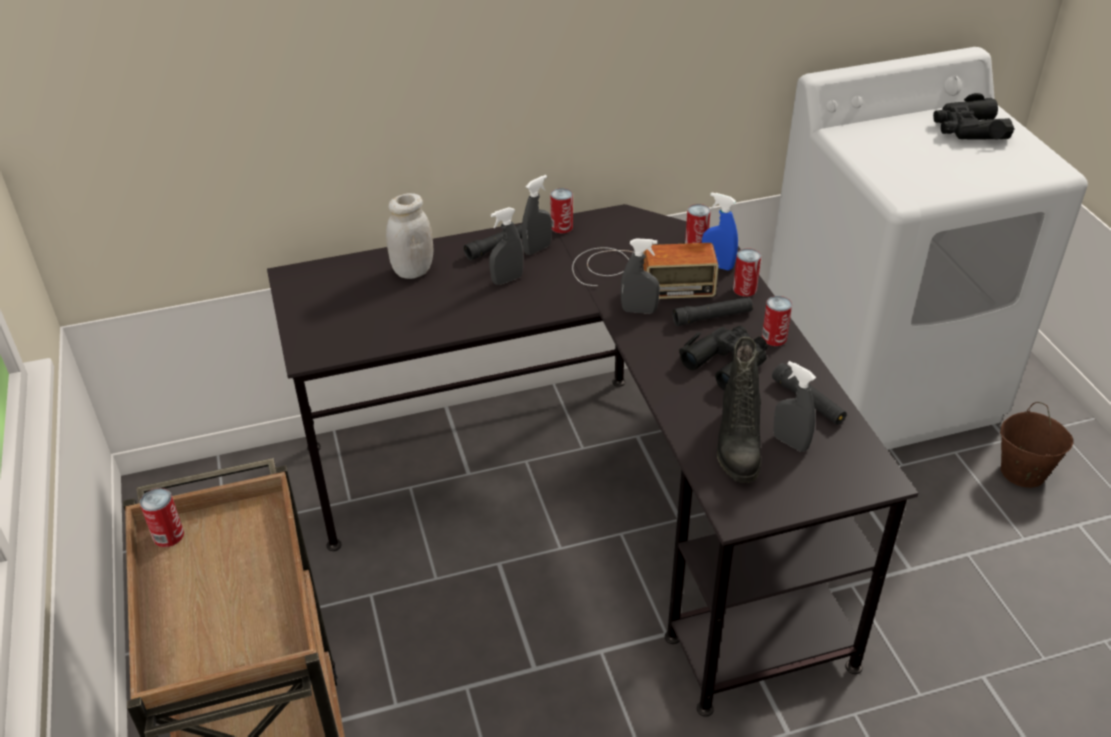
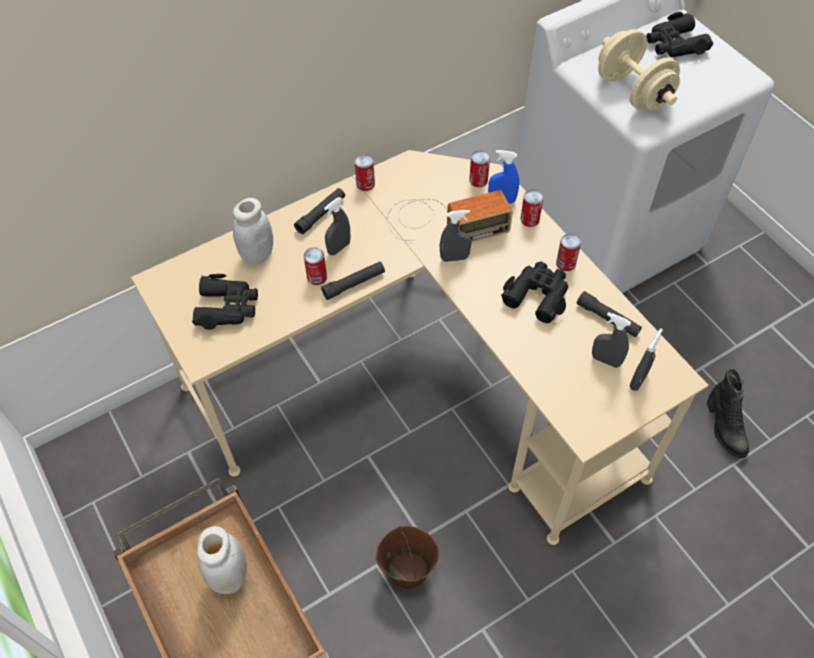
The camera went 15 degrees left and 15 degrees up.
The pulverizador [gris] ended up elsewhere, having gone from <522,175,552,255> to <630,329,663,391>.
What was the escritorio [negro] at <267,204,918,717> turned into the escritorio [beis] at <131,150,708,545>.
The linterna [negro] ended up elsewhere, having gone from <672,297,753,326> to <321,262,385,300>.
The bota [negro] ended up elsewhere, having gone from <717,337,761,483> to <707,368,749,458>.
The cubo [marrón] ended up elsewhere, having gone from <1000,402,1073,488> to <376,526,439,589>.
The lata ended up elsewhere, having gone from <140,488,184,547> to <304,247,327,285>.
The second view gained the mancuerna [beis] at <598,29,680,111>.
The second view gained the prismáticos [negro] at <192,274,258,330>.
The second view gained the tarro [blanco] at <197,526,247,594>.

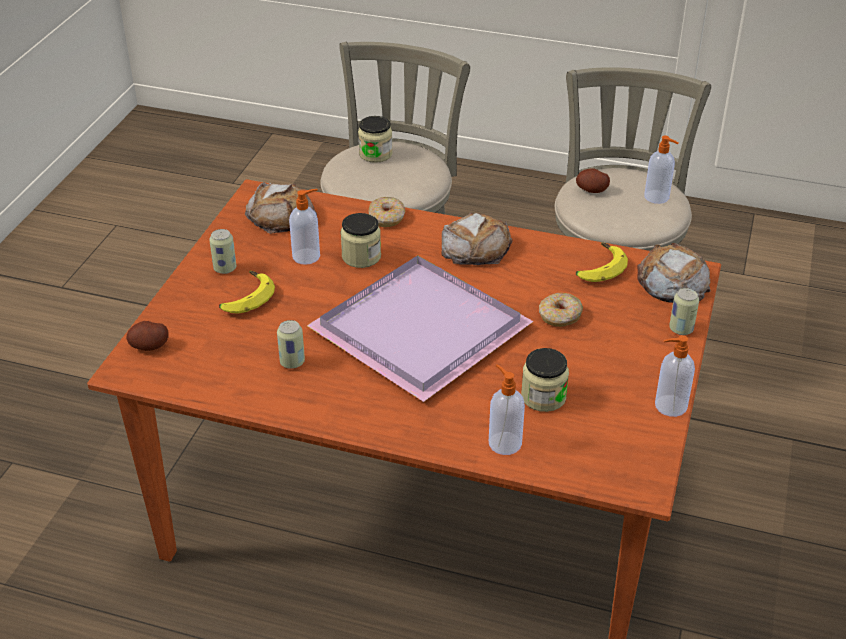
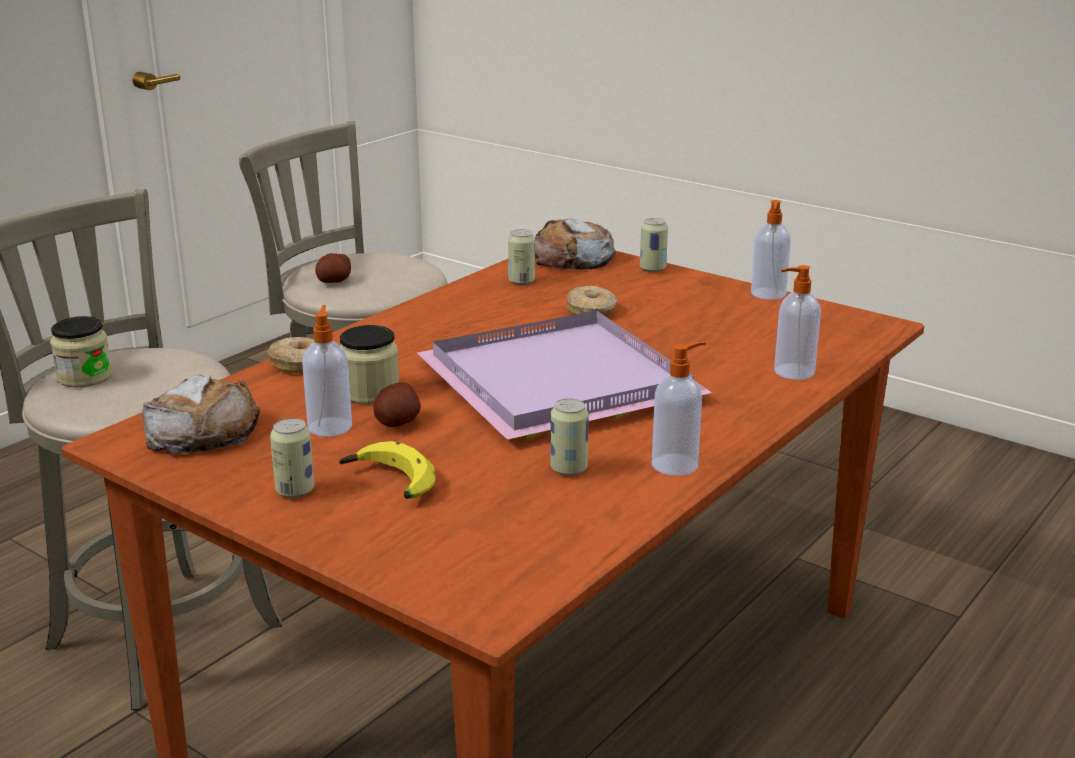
The camera went 70 degrees left and 15 degrees down.
The dispensador de jabón ended up elsewhere, having gone from <644,135,679,204> to <652,342,706,476>.
The second view lost the pan at <441,213,513,265>.
Where the plátano stood at <576,242,628,282>, the lata came to stand at <508,229,535,285>.
The patata ended up elsewhere, having gone from <126,321,169,351> to <373,382,421,427>.
The second view lost the tarro at <521,348,569,412>.

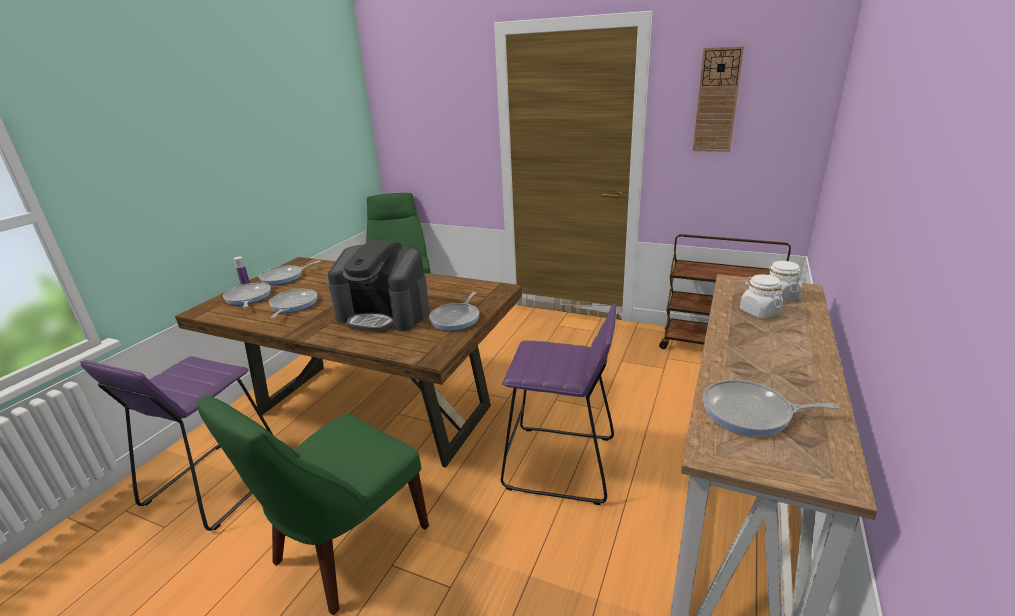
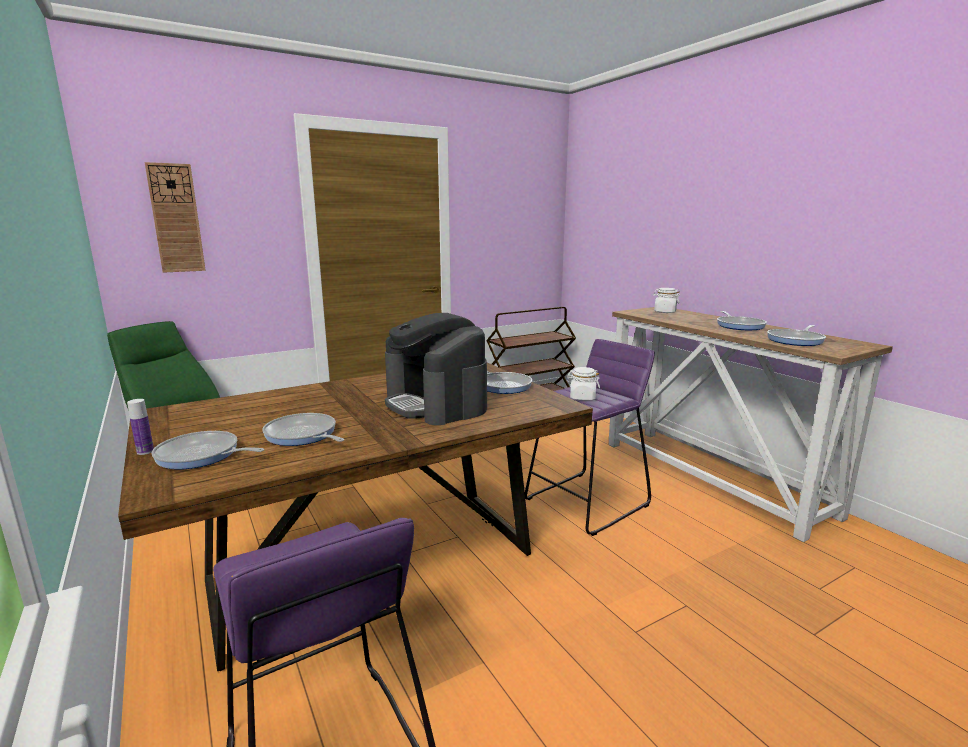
The camera went 55 degrees left and 10 degrees down.
The reloj de pared ended up elsewhere, having gone from <693,46,744,152> to <145,162,206,273>.
The cafetera at <328,240,430,333> ended up facing another way, 90 degrees clockwise from before.
The sartén ended up elsewhere, having gone from <258,261,321,285> to <717,311,767,330>.
The tarro [blanco] ended up elsewhere, having gone from <740,274,783,319> to <567,367,600,400>.
The second view lost the silla [verde] at <197,395,429,615>.

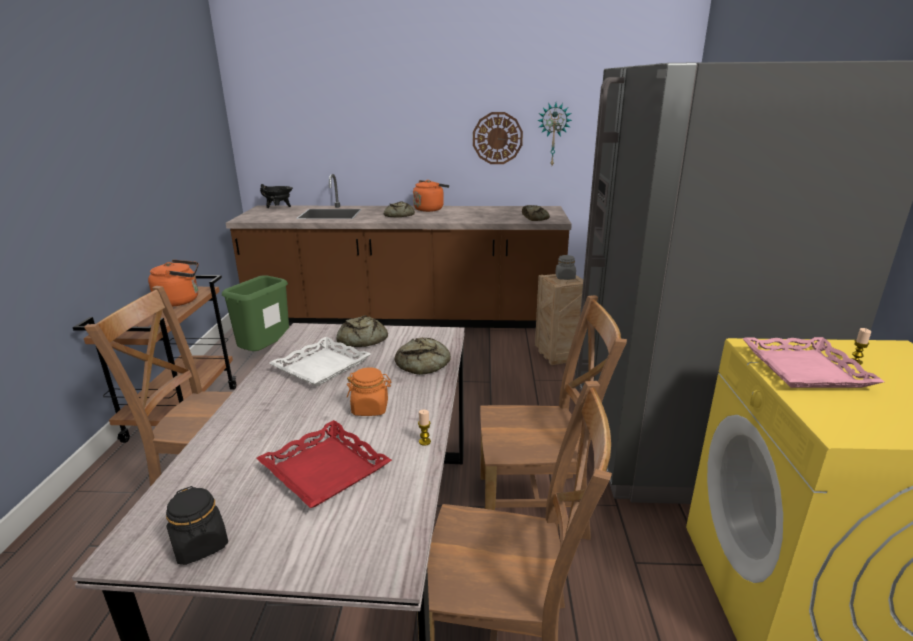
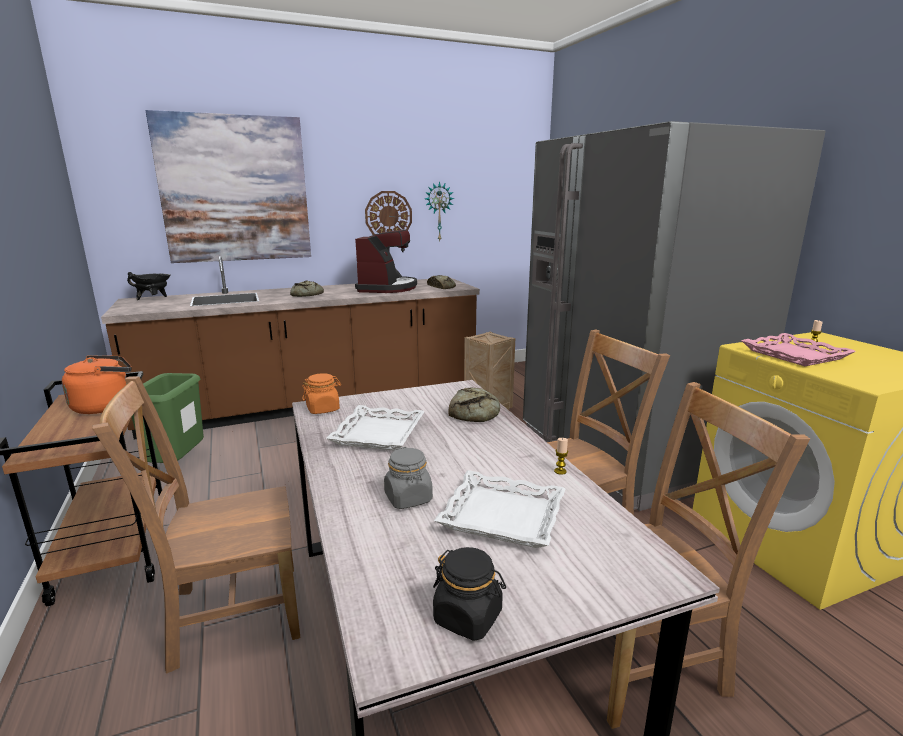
The camera went 25 degrees left and 5 degrees down.
The second view lost the hervidor [naranja] at <413,180,449,212>.
The tarro [gris] ended up elsewhere, having gone from <555,255,576,280> to <384,447,433,509>.
The second view lost the pan at <336,315,388,347>.
The tarro [naranja] ended up elsewhere, having gone from <347,368,391,416> to <302,373,341,414>.
What was the bandeja [rojo] at <256,420,392,508> turned into the bandeja [blanco] at <434,470,566,548>.
The second view gained the cuadro at <145,110,311,263>.
The second view gained the cafetera at <355,230,417,293>.

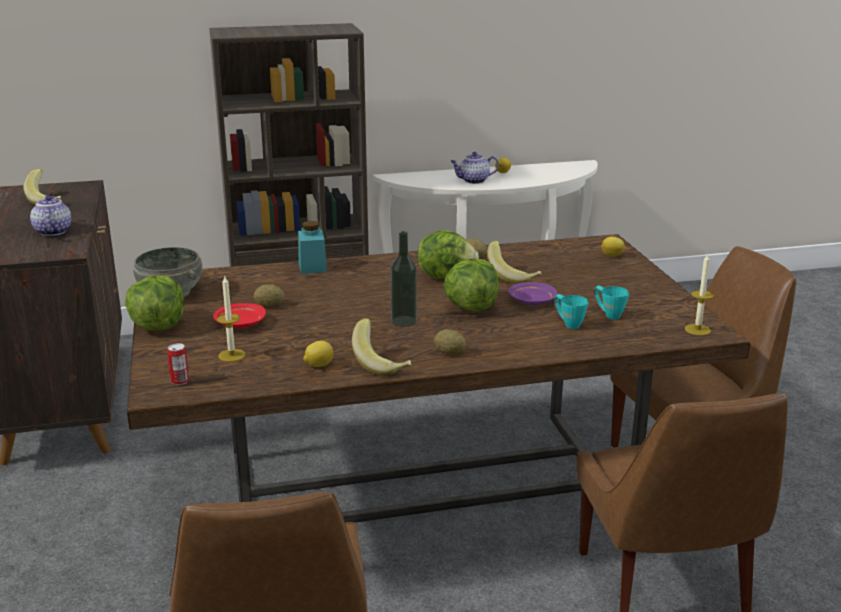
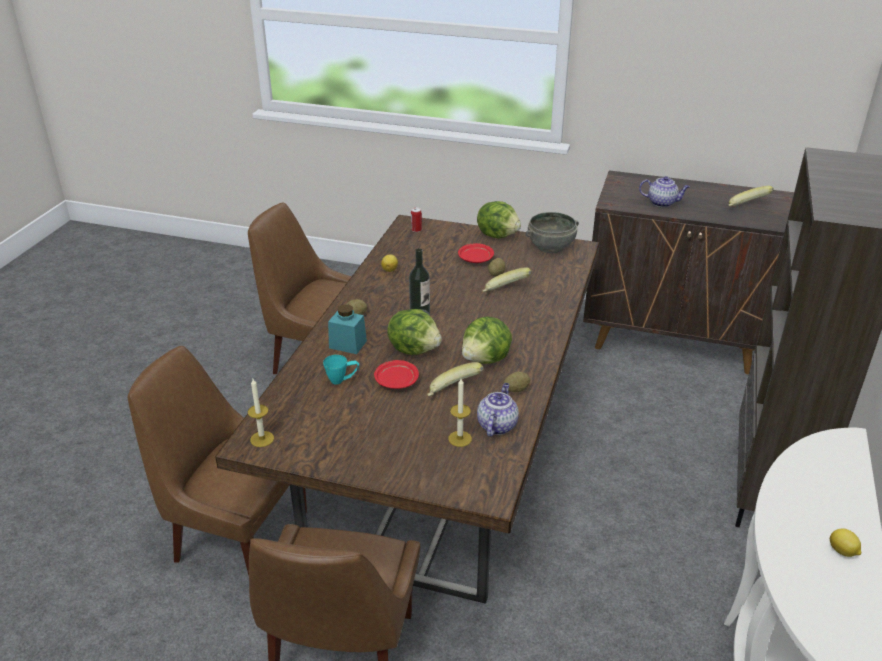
The camera went 120 degrees right and 10 degrees up.
The tetera ended up elsewhere, having gone from <450,152,499,184> to <477,383,519,437>.
The tarro [turquesa] ended up elsewhere, having gone from <298,221,327,274> to <328,305,367,354>.
The second view lost the limón at <601,237,626,257>.
The vela ended up elsewhere, having gone from <217,276,245,362> to <448,379,472,447>.
What was the plato [morado] at <508,282,558,305> turned into the plato [rojo] at <374,360,419,389>.
The second view lost the taza grande [turquesa] at <594,285,629,319>.
The plátano ended up elsewhere, having gone from <352,318,412,376> to <482,267,532,292>.

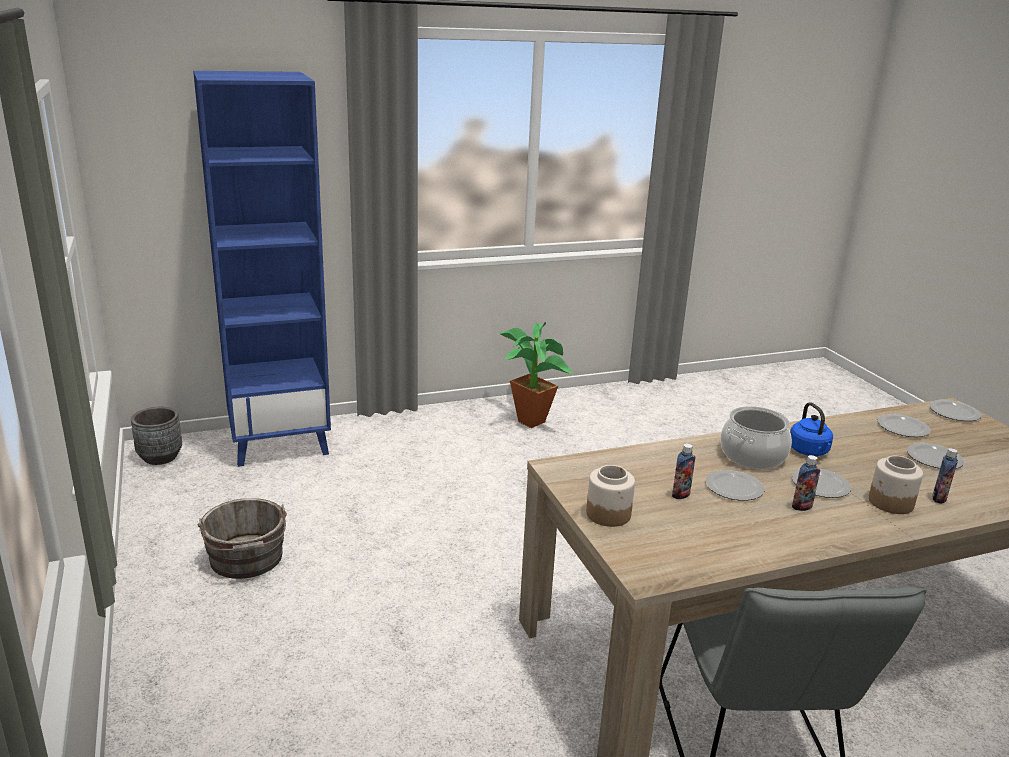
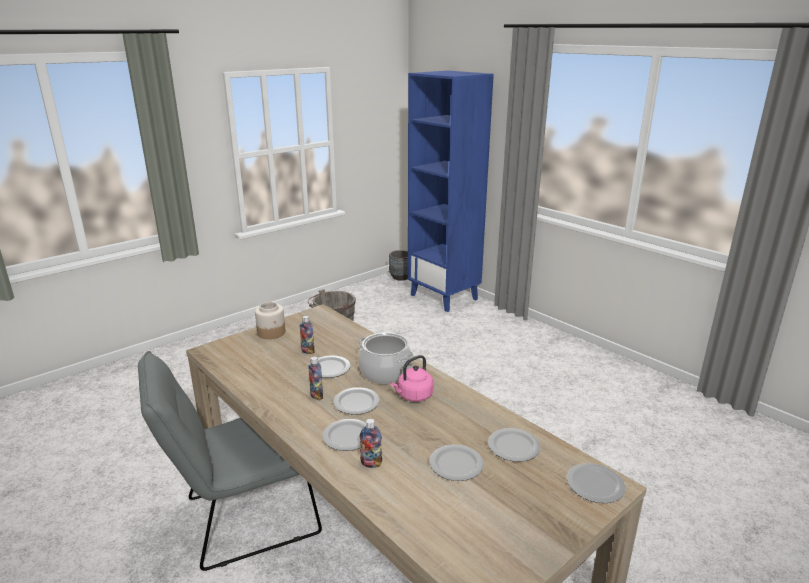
The camera went 70 degrees right and 0 degrees up.
The second view lost the planta en maceta at <499,322,573,428>.
What was the hervidor [azul] at <790,402,833,456> turned into the hervidor [rosa] at <391,355,434,402>.
Where the tarro stood at <869,456,923,514>, the plato came to stand at <322,419,366,451>.

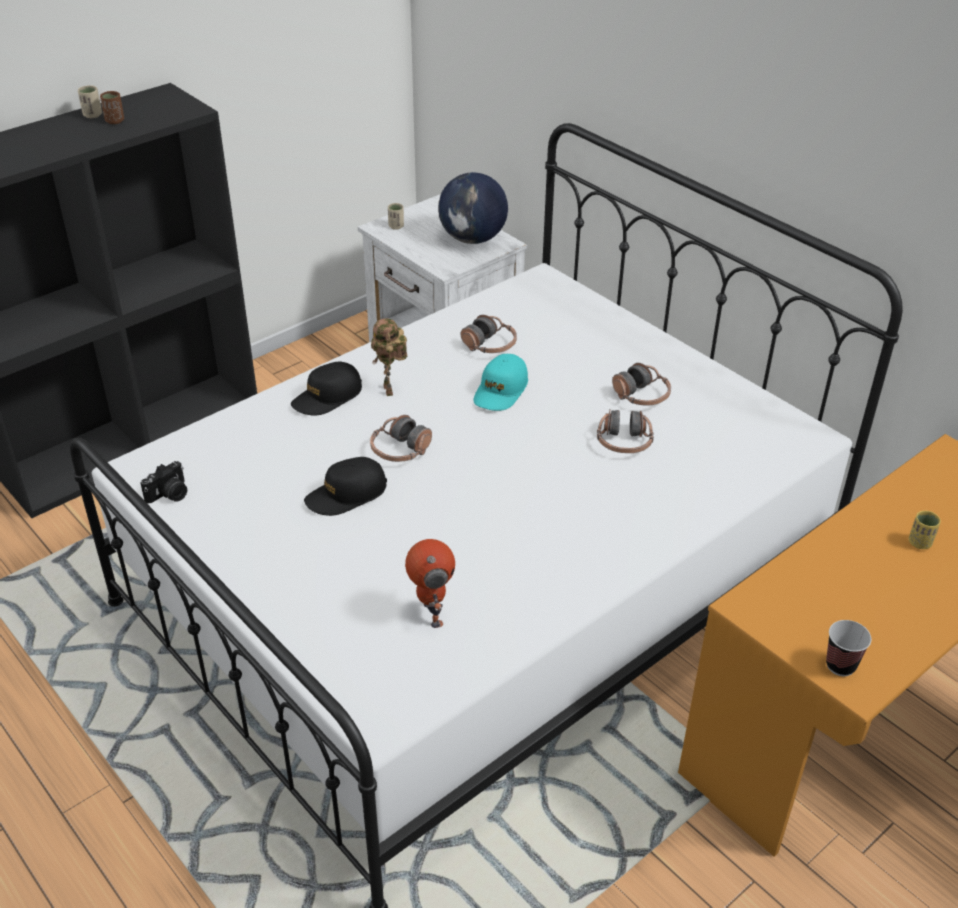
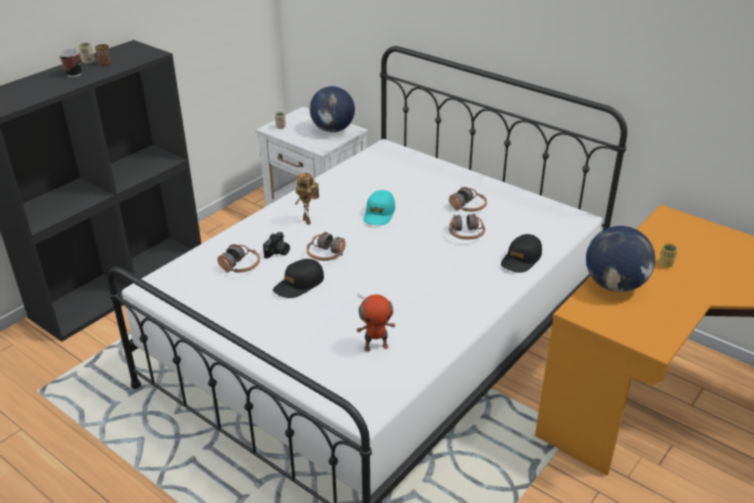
The camera went 10 degrees left and 5 degrees down.
The auriculares ended up elsewhere, having gone from <461,315,517,353> to <217,244,260,273>.
The gorra [negro] ended up elsewhere, having gone from <291,362,362,415> to <501,234,542,273>.
The cámara ended up elsewhere, having gone from <140,461,187,504> to <263,232,290,259>.
The robot de juguete at <405,539,455,628> ended up facing another way, 105 degrees clockwise from before.
The taza ended up elsewhere, having gone from <826,620,871,676> to <59,49,82,77>.
The second view gained the globo terráqueo at <586,226,655,292>.

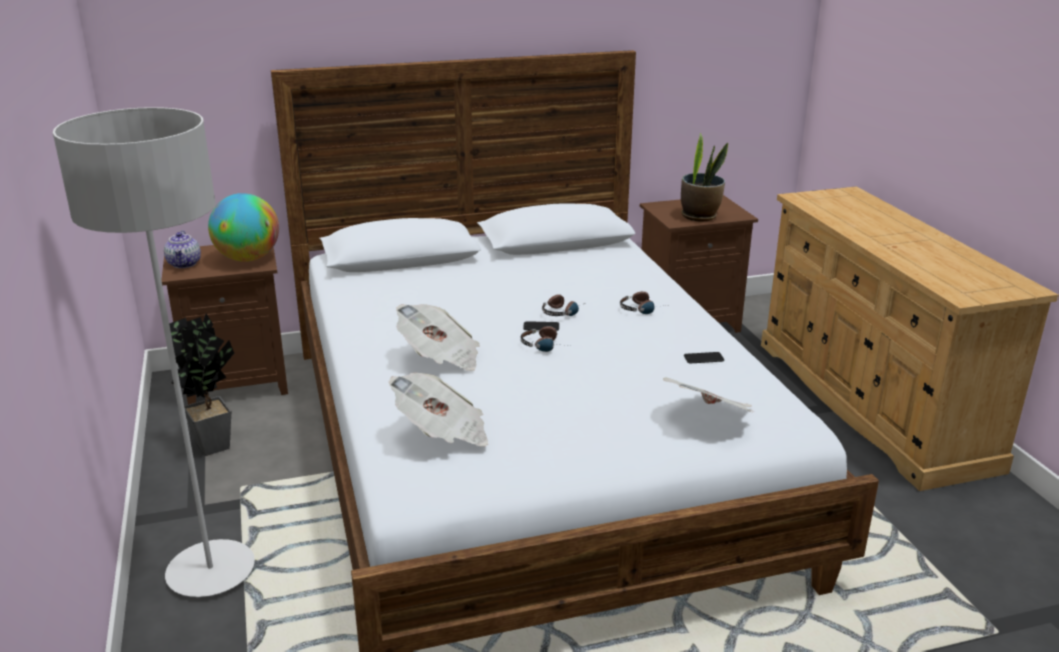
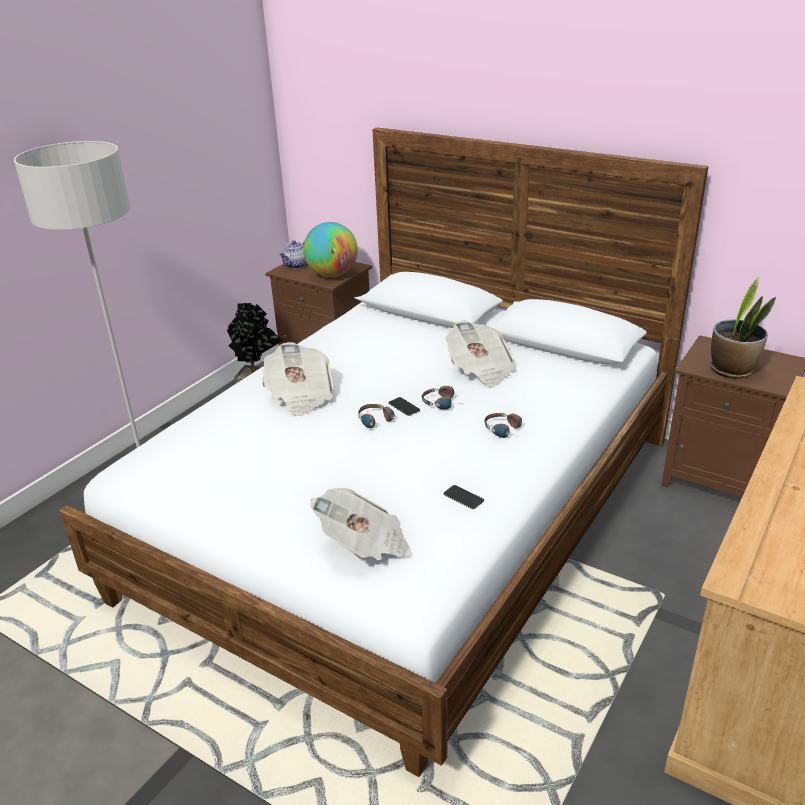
The camera went 50 degrees right and 5 degrees up.
The periódico ended up elsewhere, having gone from <389,373,488,446> to <445,321,516,387>.

